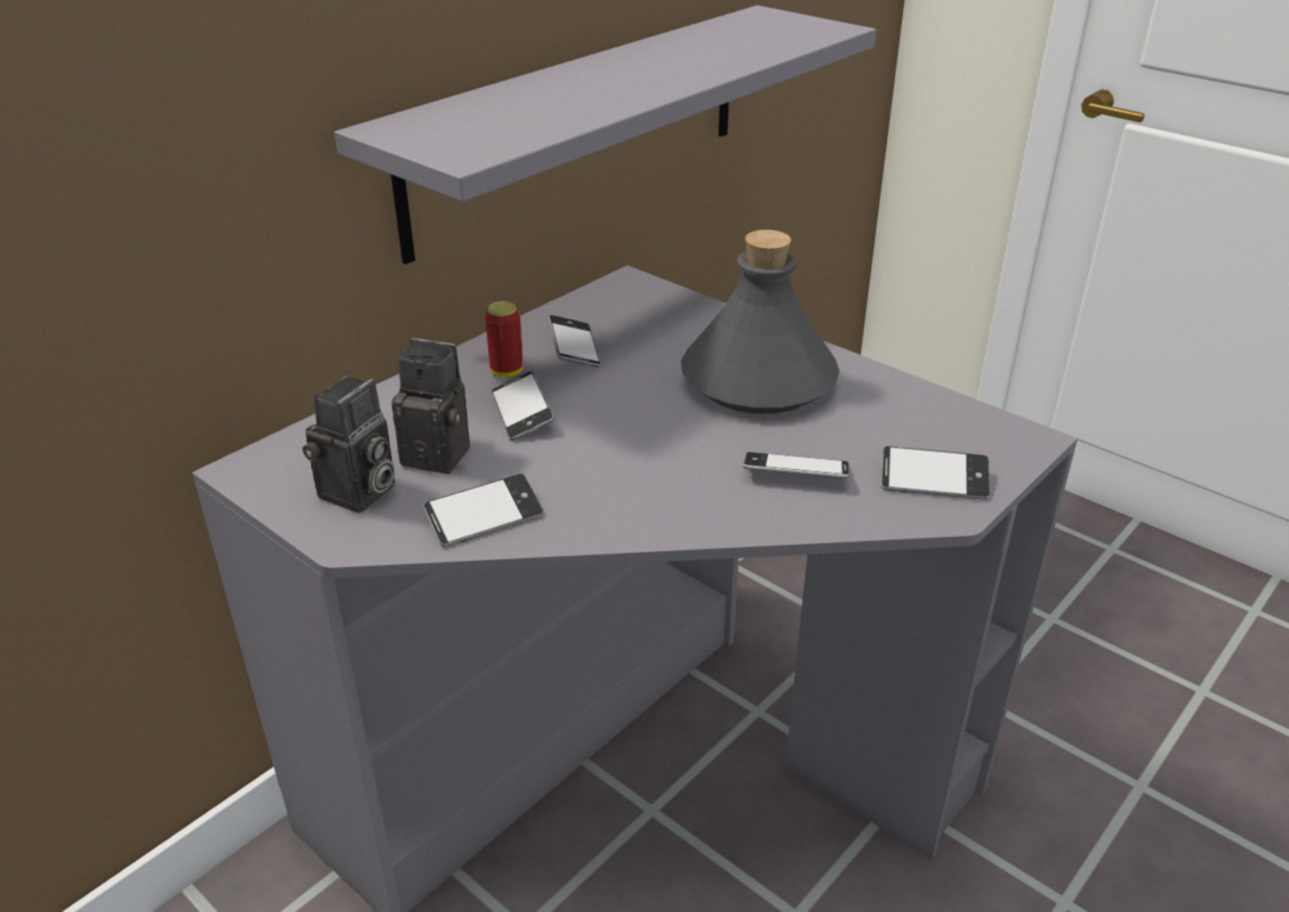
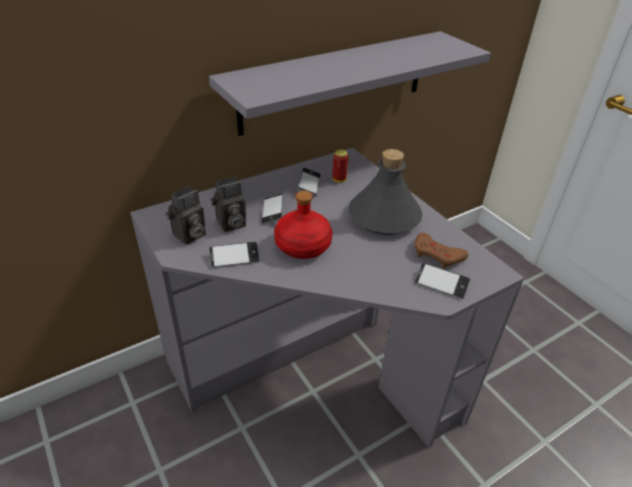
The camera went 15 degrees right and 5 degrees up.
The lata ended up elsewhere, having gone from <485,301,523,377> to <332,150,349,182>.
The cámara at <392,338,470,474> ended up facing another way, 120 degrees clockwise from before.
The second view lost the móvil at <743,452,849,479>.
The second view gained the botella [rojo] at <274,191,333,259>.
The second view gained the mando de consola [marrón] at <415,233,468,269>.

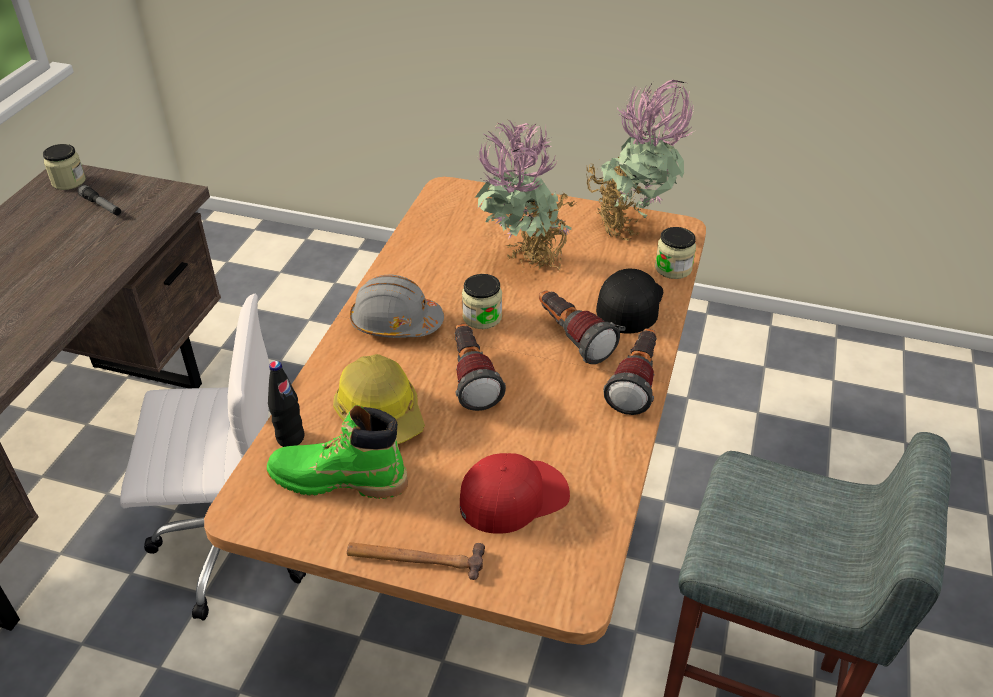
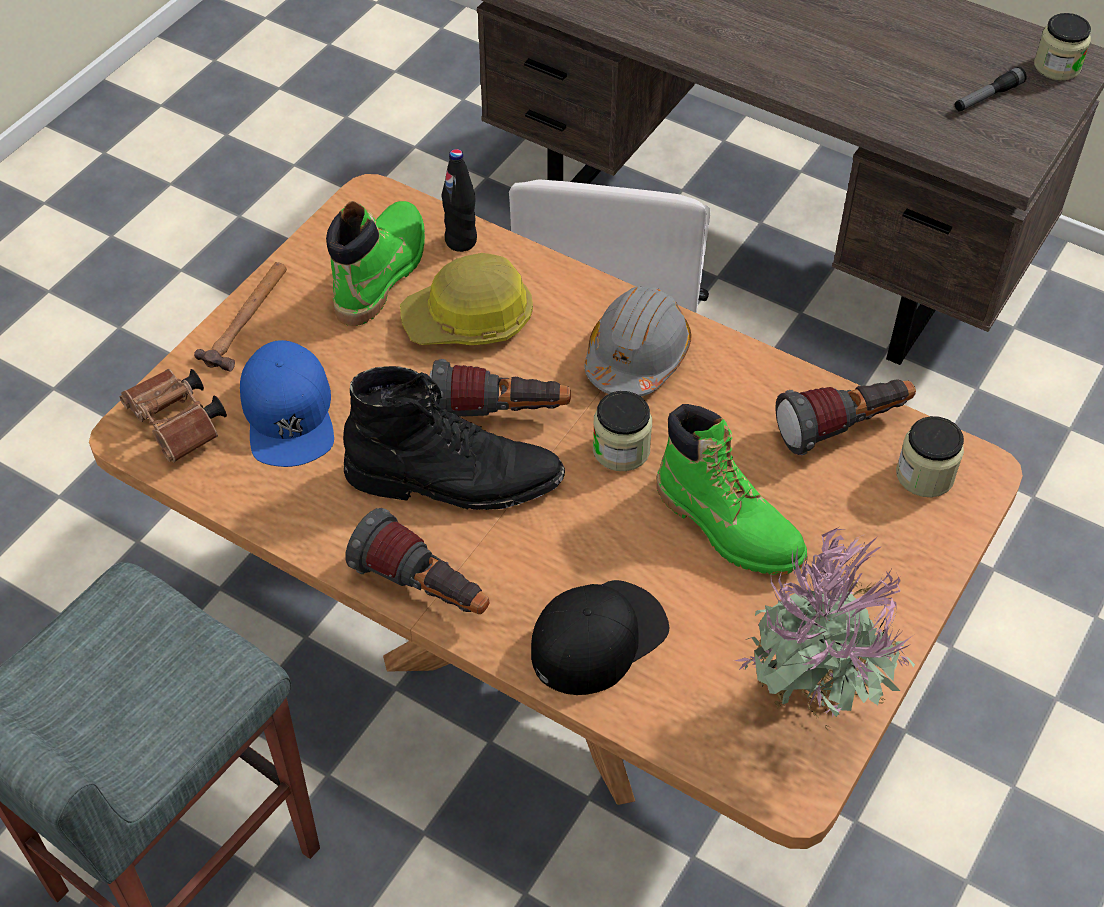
The camera went 105 degrees right and 10 degrees up.
Where the planta en maceta stood at <475,120,577,271>, the bota [verde] came to stand at <657,404,807,575>.
The tarro ended up elsewhere, having gone from <655,227,696,279> to <896,416,964,497>.
The gorra [negro] at <596,269,663,333> ended up facing another way, 75 degrees counterclockwise from before.
The linterna ended up elsewhere, having gone from <539,290,620,364> to <775,379,916,455>.
What was the gorra [rojo] at <460,453,570,534> turned into the gorra [azul] at <240,340,334,467>.
The second view gained the bota [negro] at <343,366,565,510>.
The second view gained the prismáticos [marrón] at <120,369,227,463>.

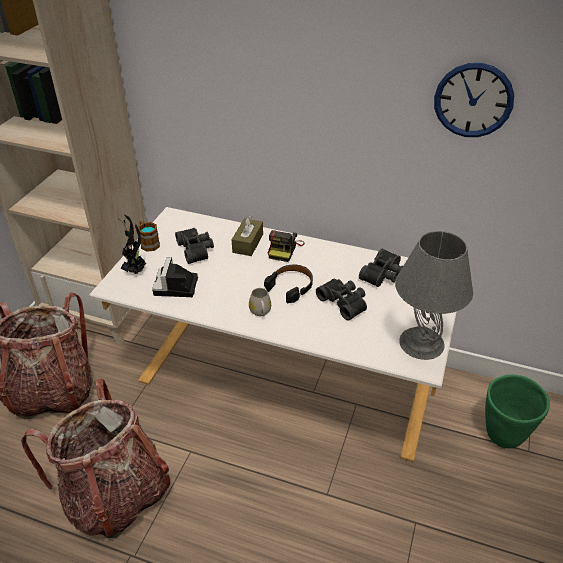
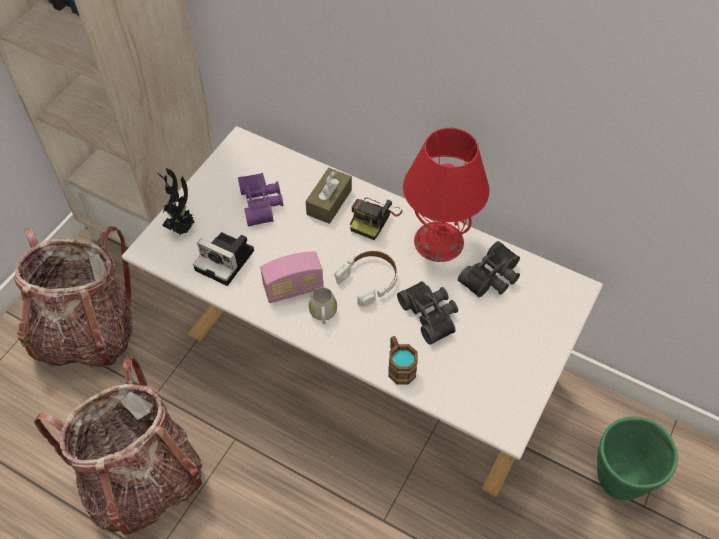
The camera went 10 degrees right and 15 degrees up.
The second view lost the reloj de pared at <434,63,514,137>.
The taza grande ended up elsewhere, having gone from <138,221,160,252> to <389,336,418,385>.
What was the prismáticos [negro] at <175,228,214,264> turned into the prismáticos [morado] at <238,173,283,227>.
The second view lost the lámpara de mesa [gris] at <395,231,473,360>.
The cámara at <152,257,198,297> ended up facing another way, 75 degrees counterclockwise from before.
What was the auriculares [negro] at <264,265,313,303> turned into the auriculares [blanco] at <335,250,398,307>.
The second view gained the lámpara de mesa [rojo] at <403,128,489,262>.
The second view gained the radio at <260,251,324,303>.

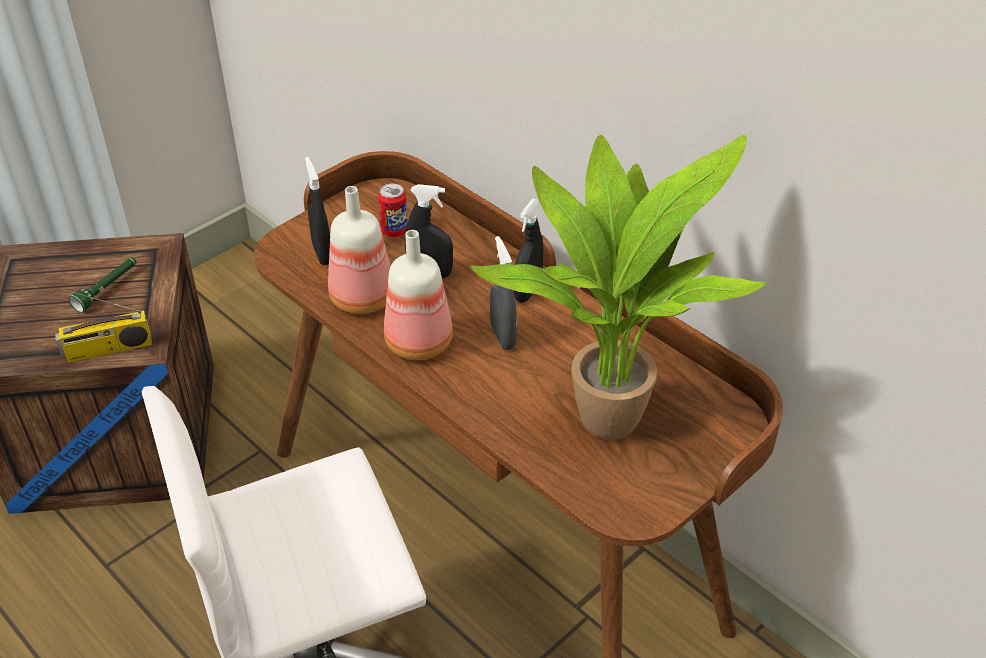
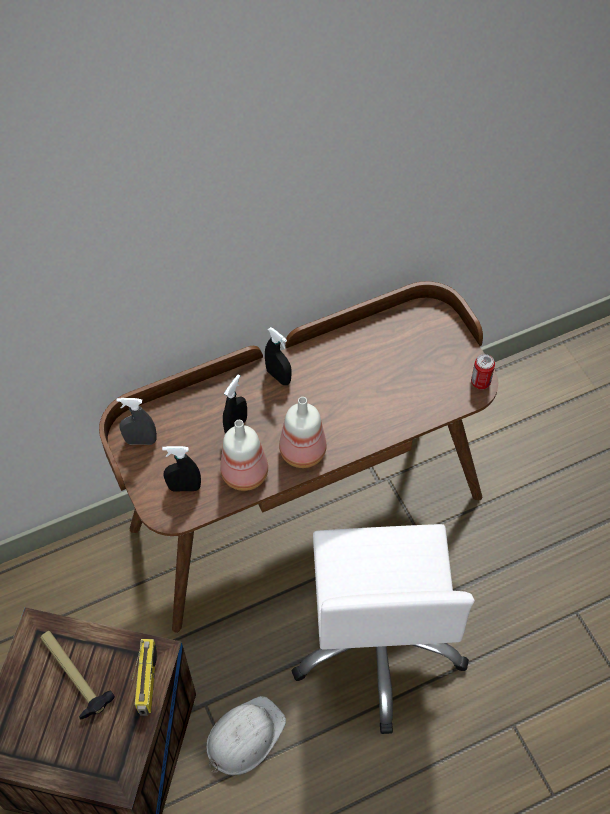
The camera went 70 degrees left and 15 degrees up.
The second view lost the planta en maceta at <470,135,767,440>.
The lata ended up elsewhere, having gone from <378,184,408,237> to <471,354,495,389>.
The pulverizador [gris] ended up elsewhere, having gone from <490,236,517,350> to <117,398,157,445>.
Where the linterna [verde] stood at <68,257,137,312>, the martillo came to stand at <40,631,115,719>.
The second view gained the casco [blanco] at <206,696,286,775>.

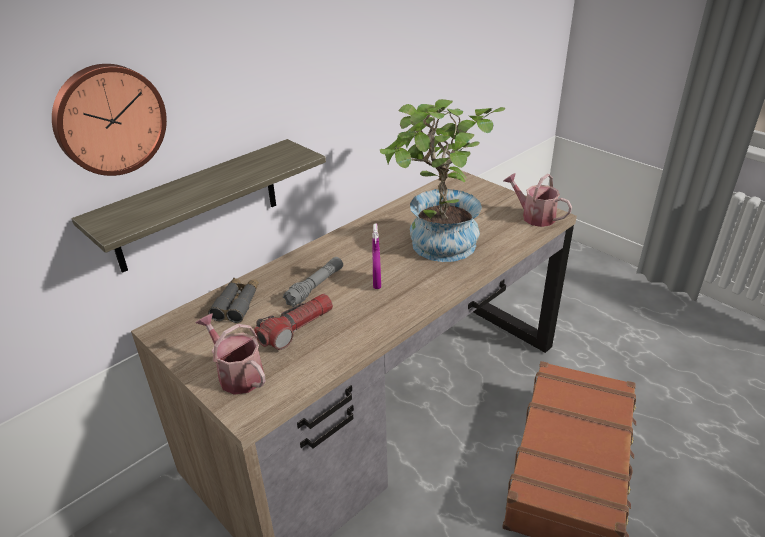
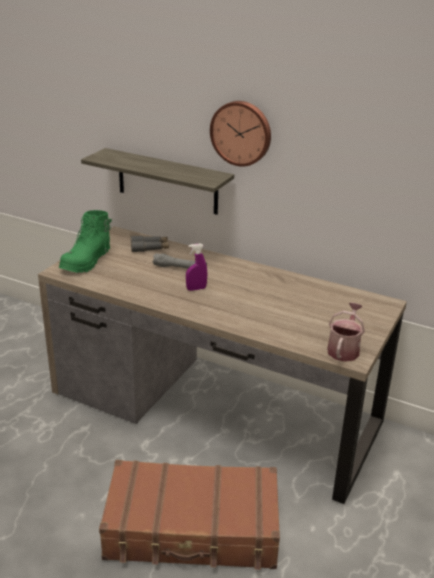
The camera went 70 degrees right and 5 degrees down.
The reloj de pared ended up elsewhere, having gone from <52,64,167,176> to <210,101,271,167>.
The second view lost the planta en maceta at <380,99,506,262>.
The second view lost the linterna at <254,294,333,350>.
Where the regadera stood at <196,313,266,395>, the bota [verde] came to stand at <59,210,112,273>.

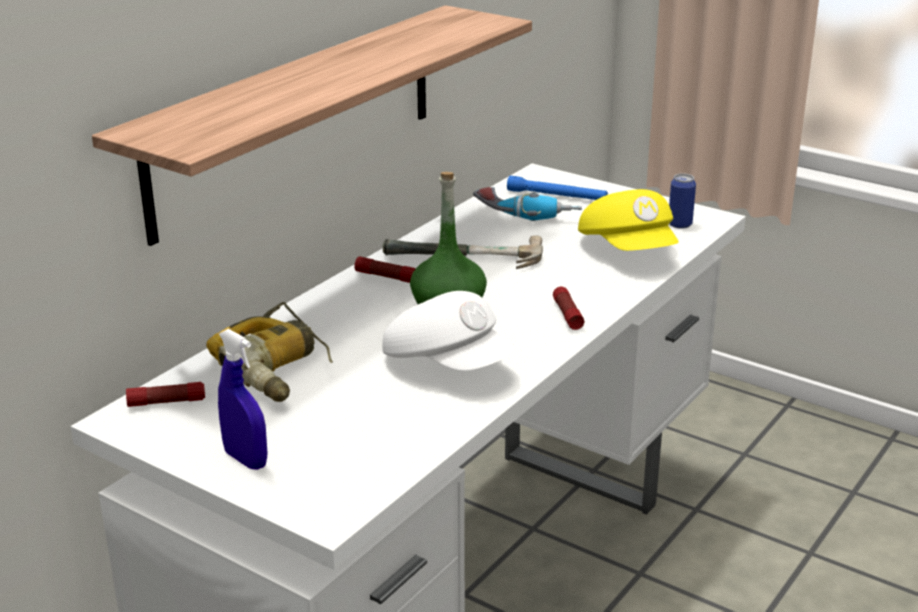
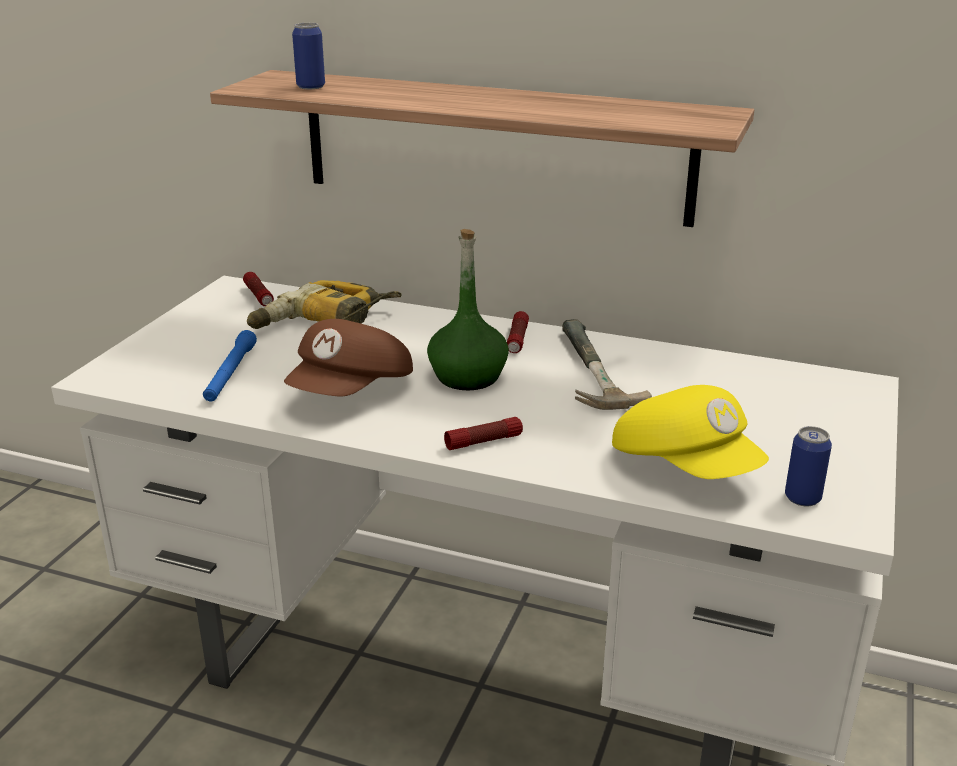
The camera went 75 degrees right and 0 degrees up.
The linterna [azul] ended up elsewhere, having gone from <507,176,608,200> to <203,330,257,402>.
The second view lost the taladro at <473,187,582,221>.
The gorra [amarillo] at <578,189,679,251> ended up facing another way, 90 degrees counterclockwise from before.
What was the gorra [blanco] at <382,291,516,371> turned into the gorra [marrón] at <284,319,413,396>.
The second view lost the pulverizador [azul] at <218,329,268,470>.
The second view gained the lata at <292,23,325,89>.

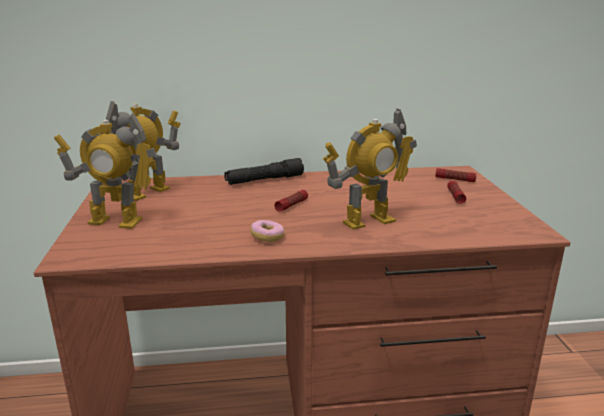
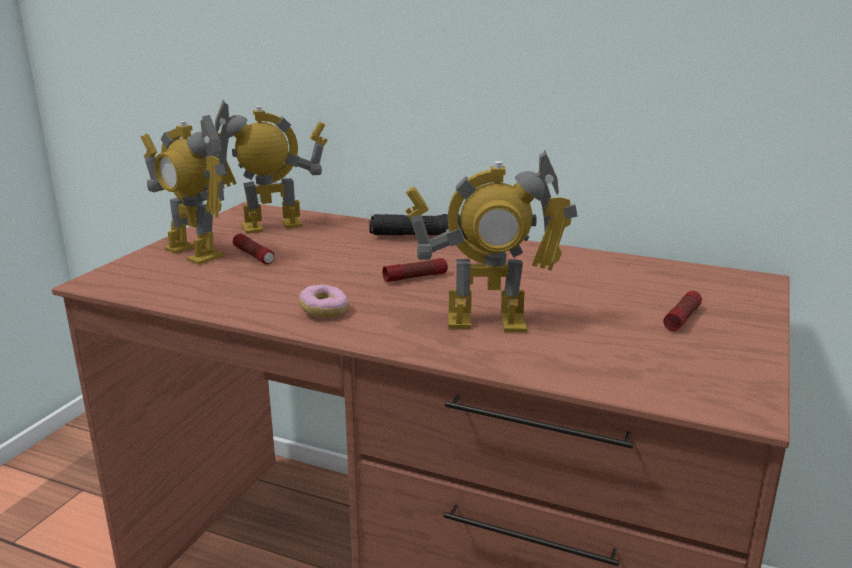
The camera went 30 degrees right and 0 degrees up.
The linterna ended up elsewhere, having gone from <435,168,477,182> to <233,234,275,264>.

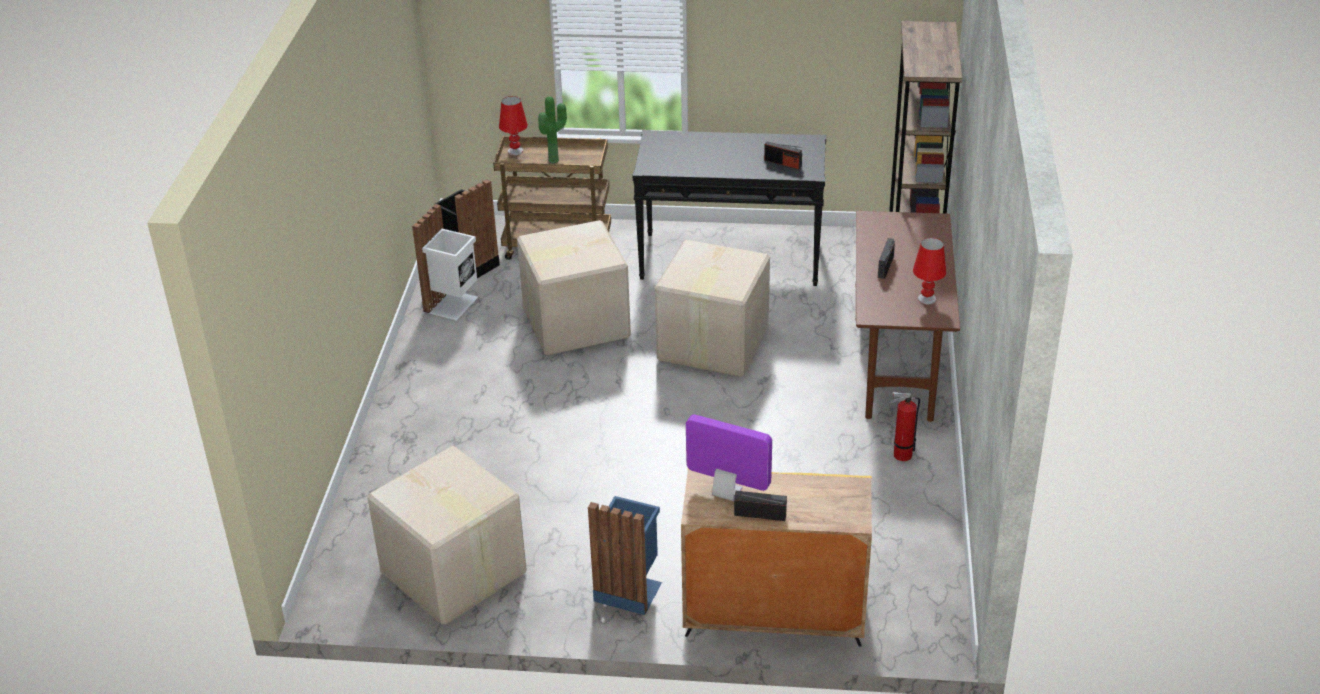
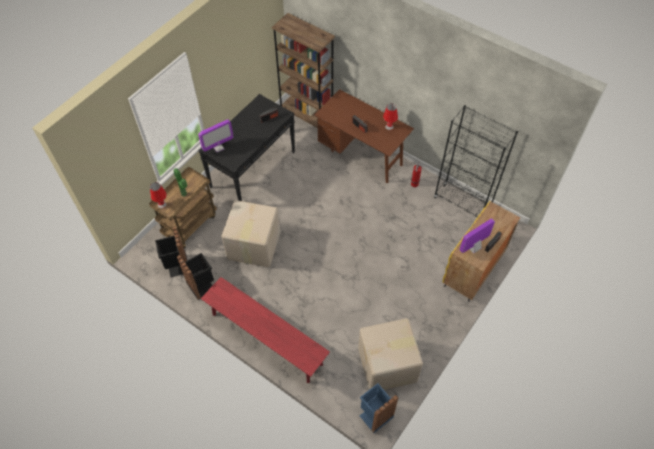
The camera went 60 degrees left and 20 degrees up.
What was the papelera [blanco] at <412,204,478,320> turned into the papelera [negro] at <177,253,214,300>.
The second view lost the caja de cartón at <655,240,770,377>.
The papelera [azul] ended up elsewhere, having gone from <588,496,662,615> to <360,383,398,433>.
The second view gained the estantería [negro] at <434,105,518,217>.
The second view gained the monitor at <198,119,233,152>.
The second view gained the banco [rojo] at <201,277,330,383>.

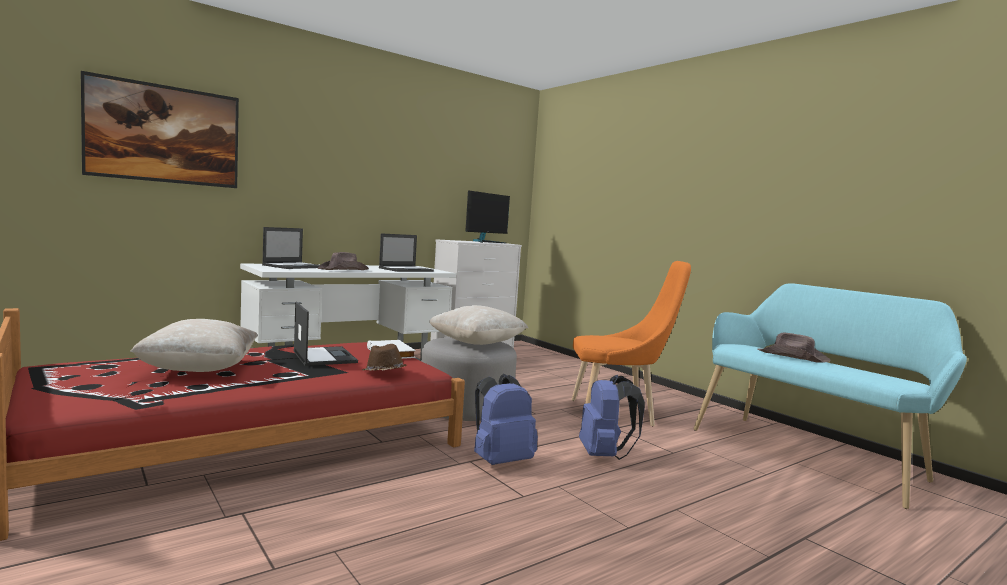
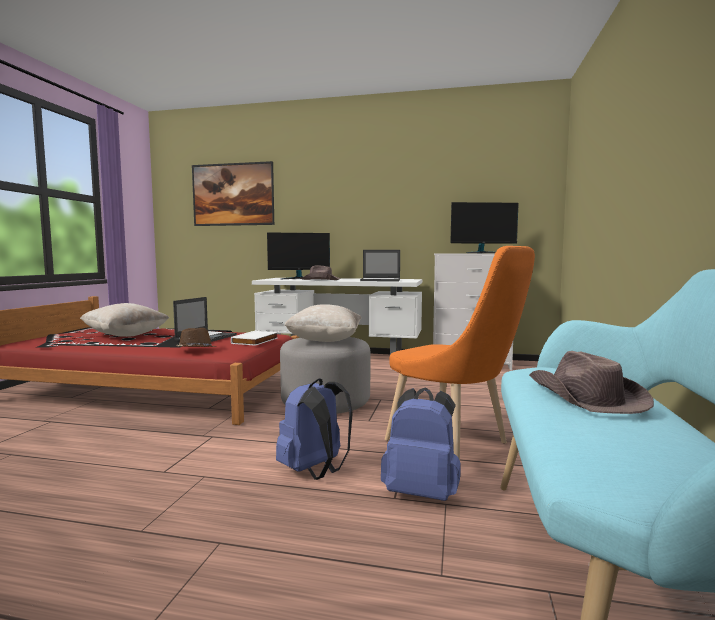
The camera went 50 degrees right and 0 degrees up.
Where the portátil stood at <262,227,320,269>, the monitor came to stand at <267,233,330,279>.
The mochila [azul] ended up elsewhere, having gone from <474,374,538,465> to <381,387,461,501>.

